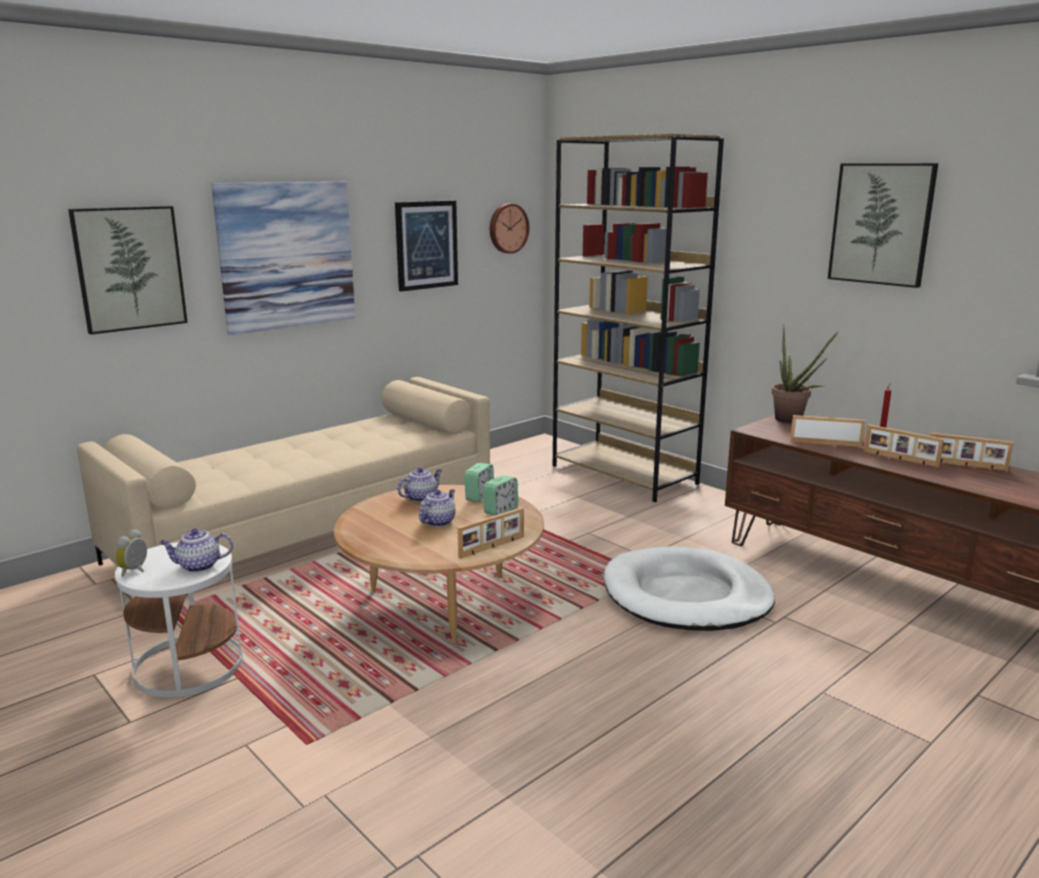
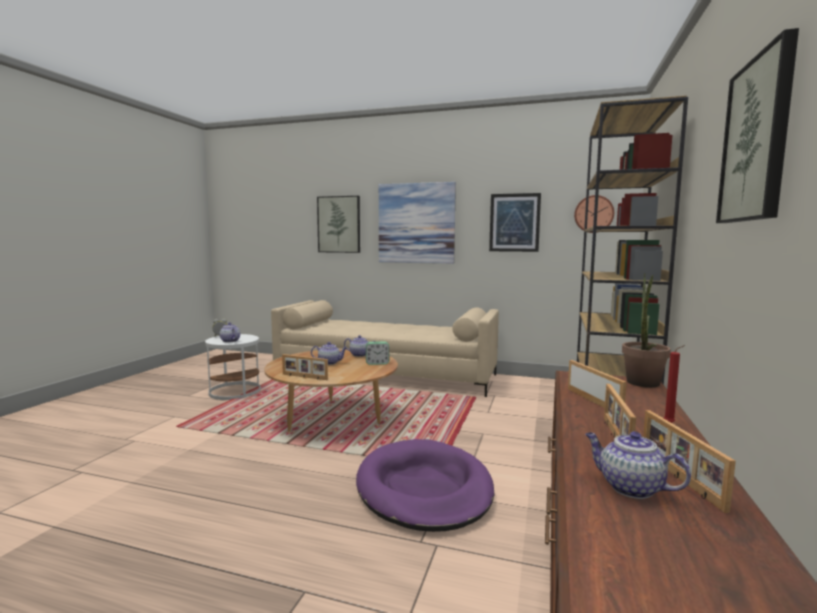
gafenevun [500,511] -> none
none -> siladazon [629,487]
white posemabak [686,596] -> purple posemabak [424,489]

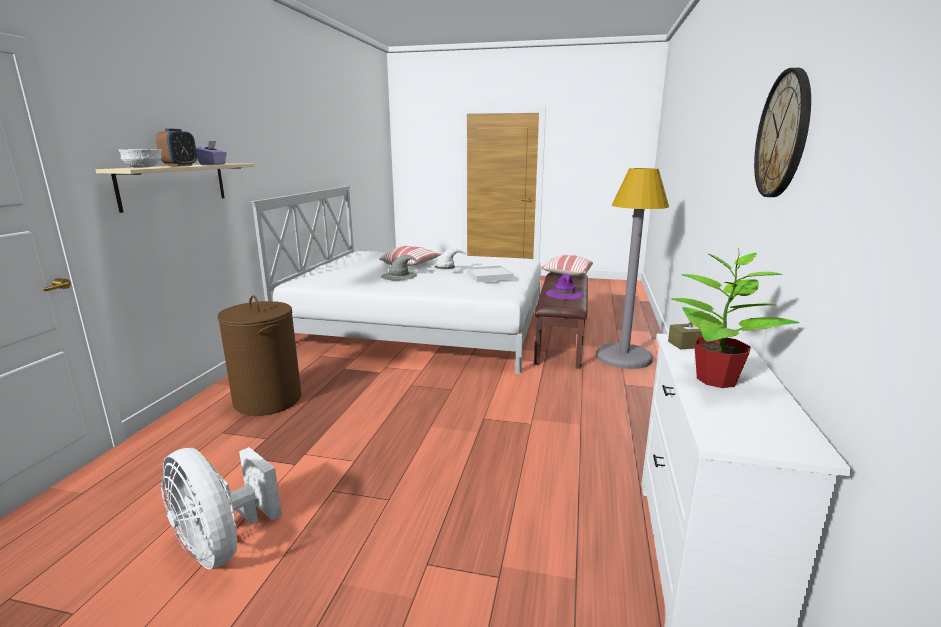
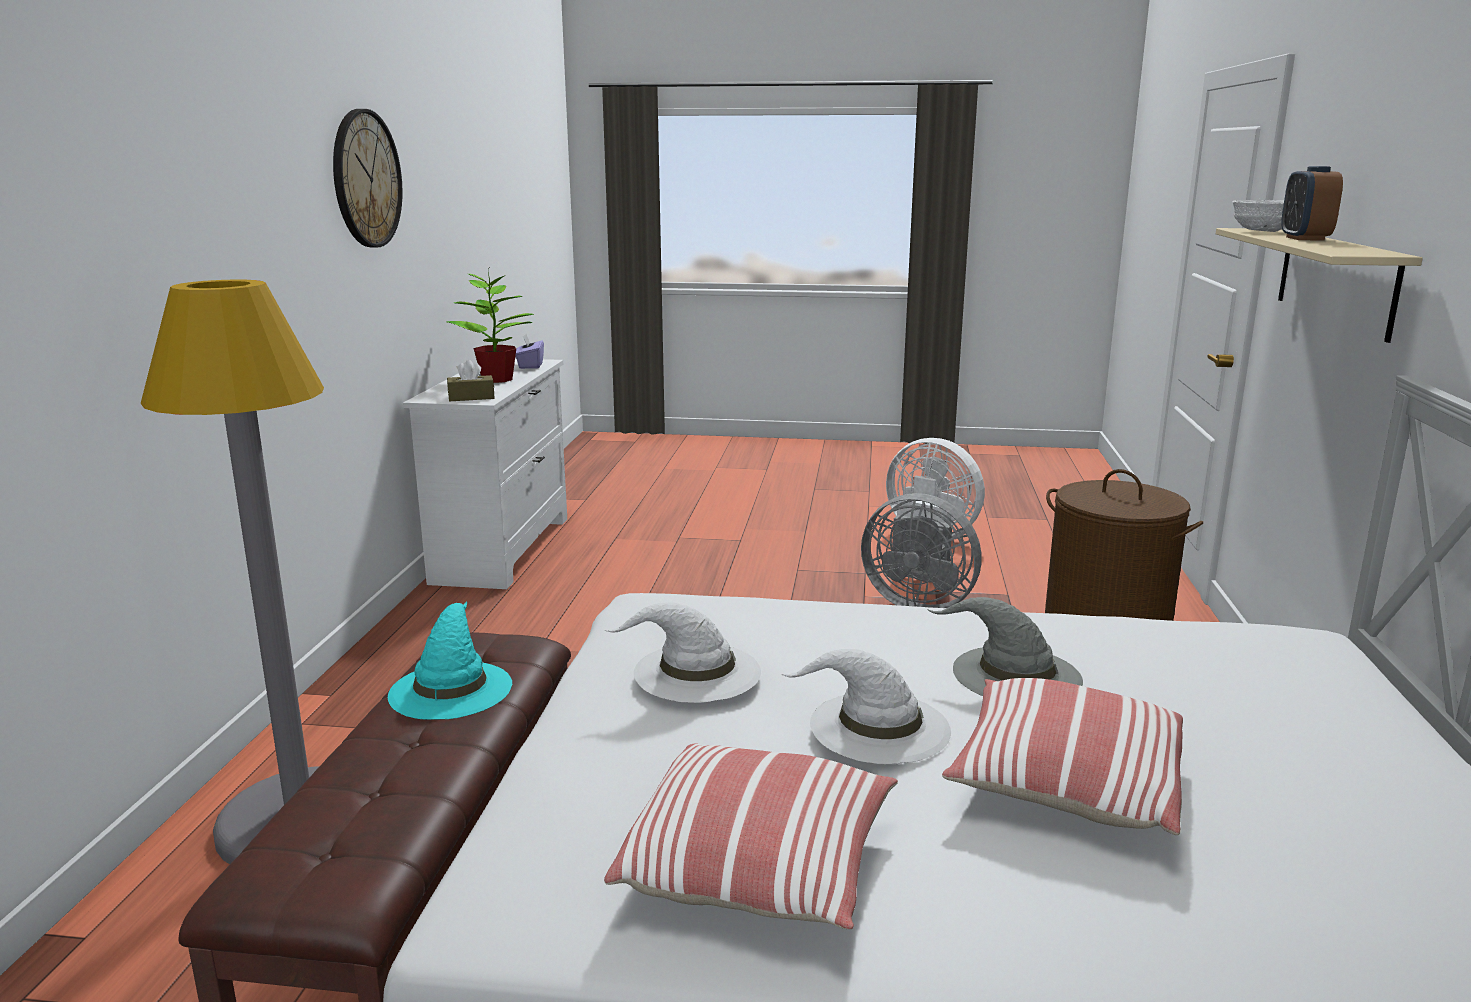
none -> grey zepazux [918,603]
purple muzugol [213,164] -> purple muzugol [530,366], moved
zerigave [566,274] -> zerigave [760,866], moved
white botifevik [489,276] -> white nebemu [695,672]
purple nebemu [564,294] -> turquoise nebemu [450,688]

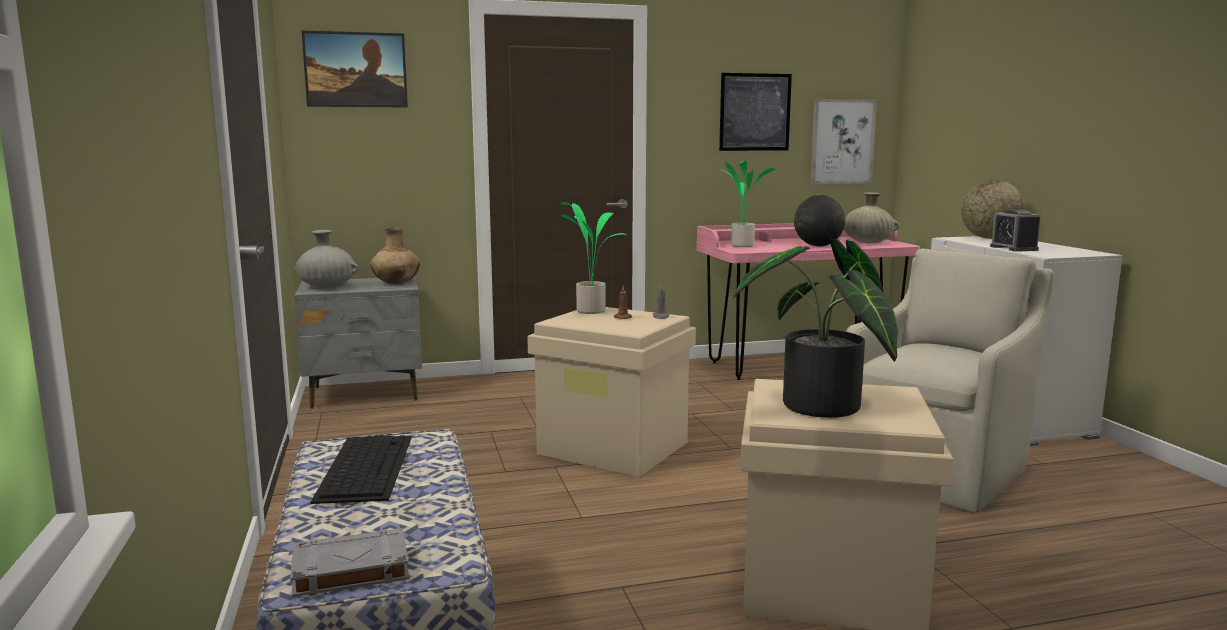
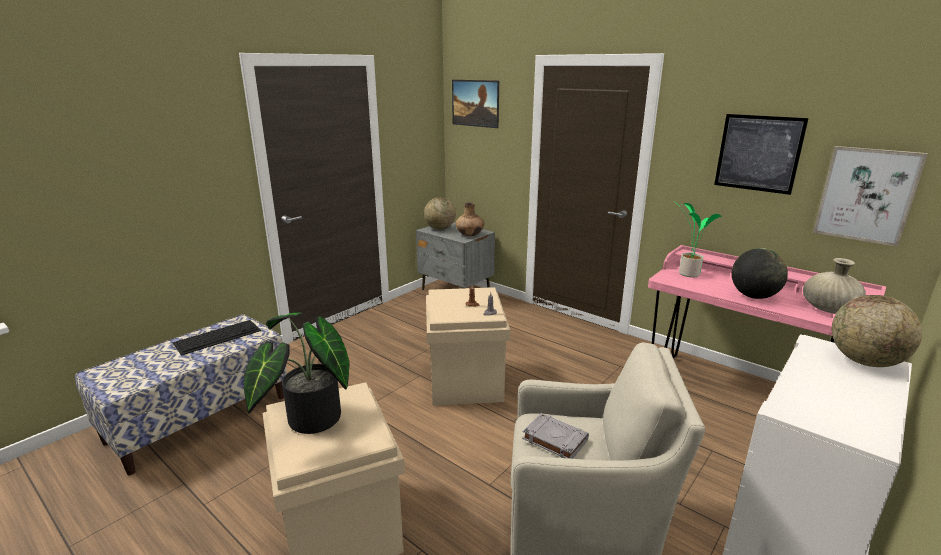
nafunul [590,311] -> none
gafenevun [1013,248] -> none
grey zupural [349,570] -> grey zupural [554,439], moved
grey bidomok [327,287] -> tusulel [440,228]

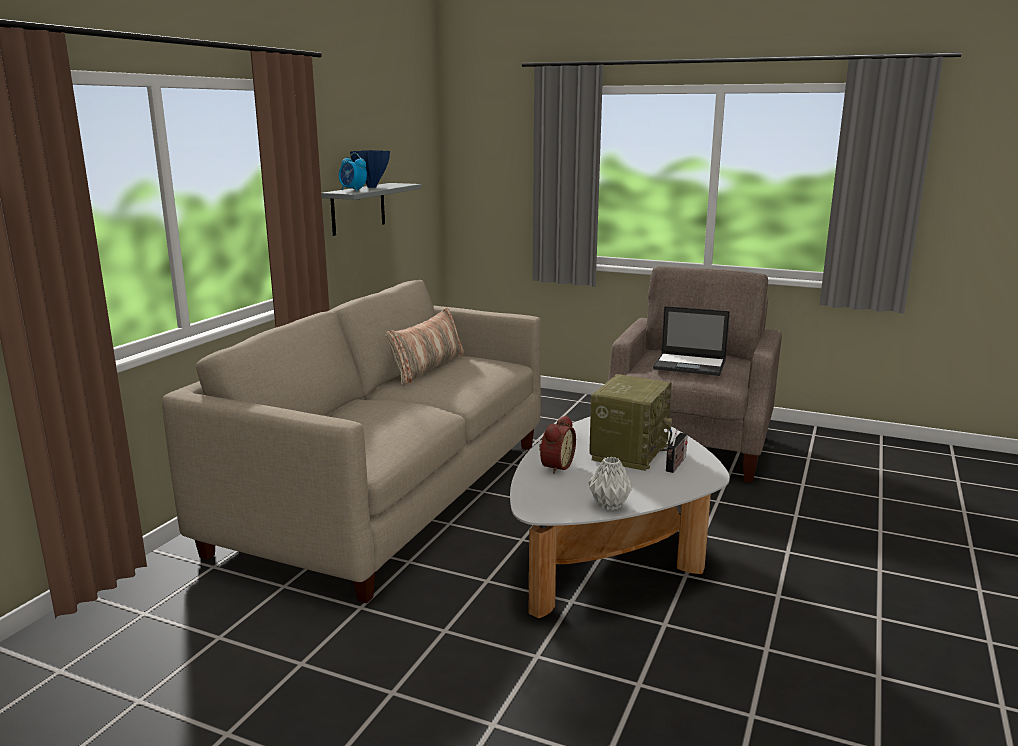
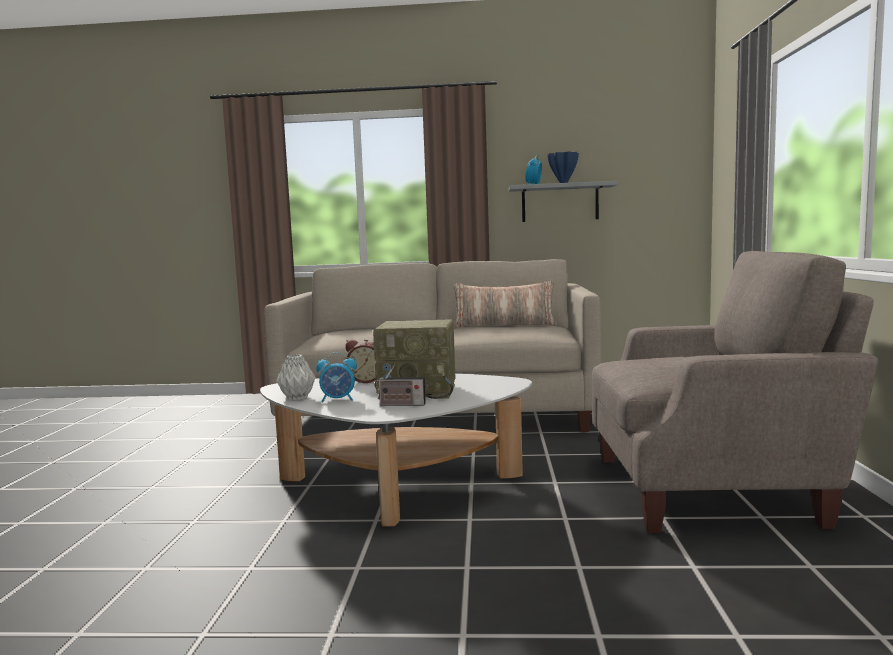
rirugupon [690,365] -> none
none -> gafenevun [338,400]

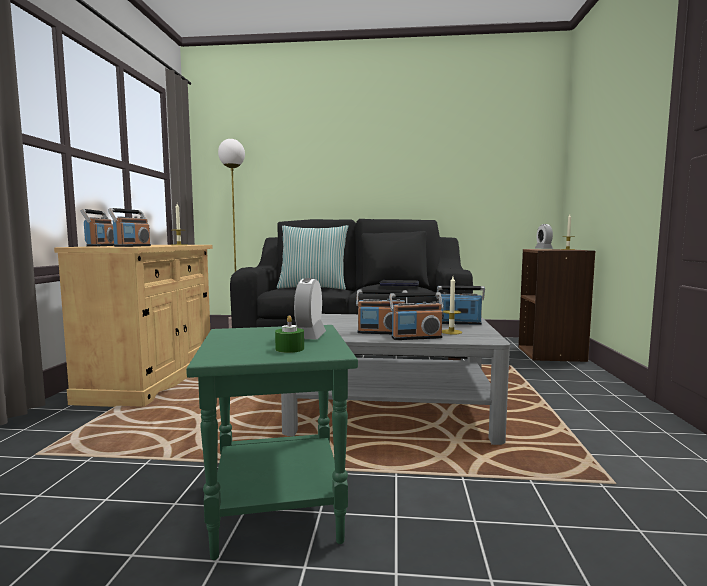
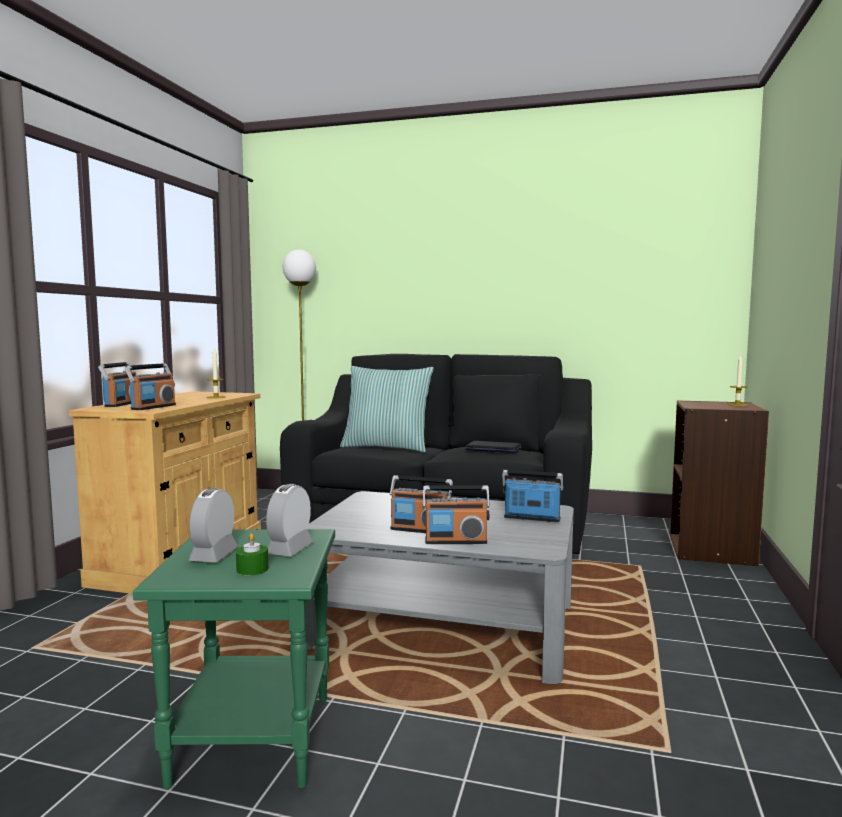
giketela [451,332] -> none
gafenevun [543,249] -> gafenevun [214,555], moved

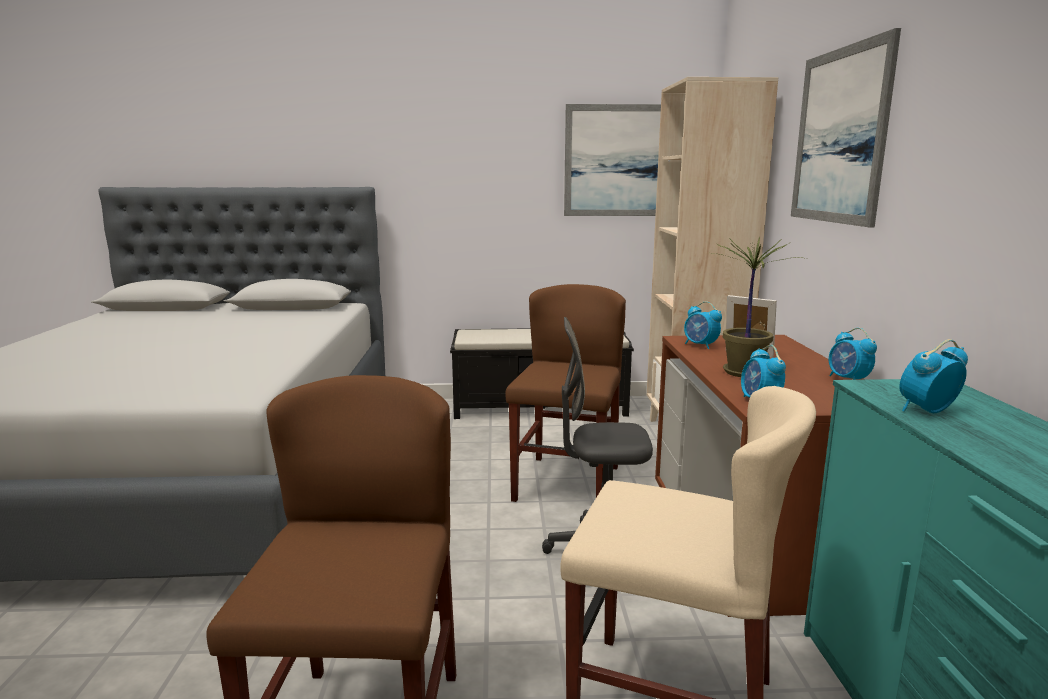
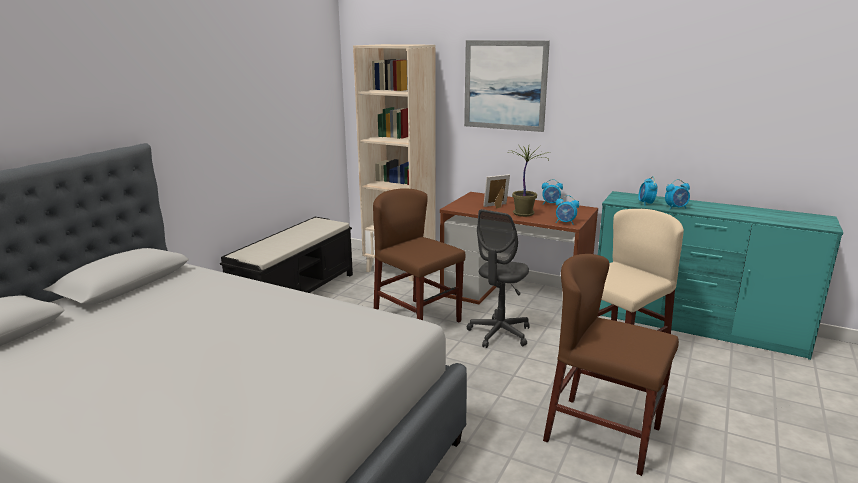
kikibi [618,161] -> none
gafenevun [700,345] -> gafenevun [676,208], moved

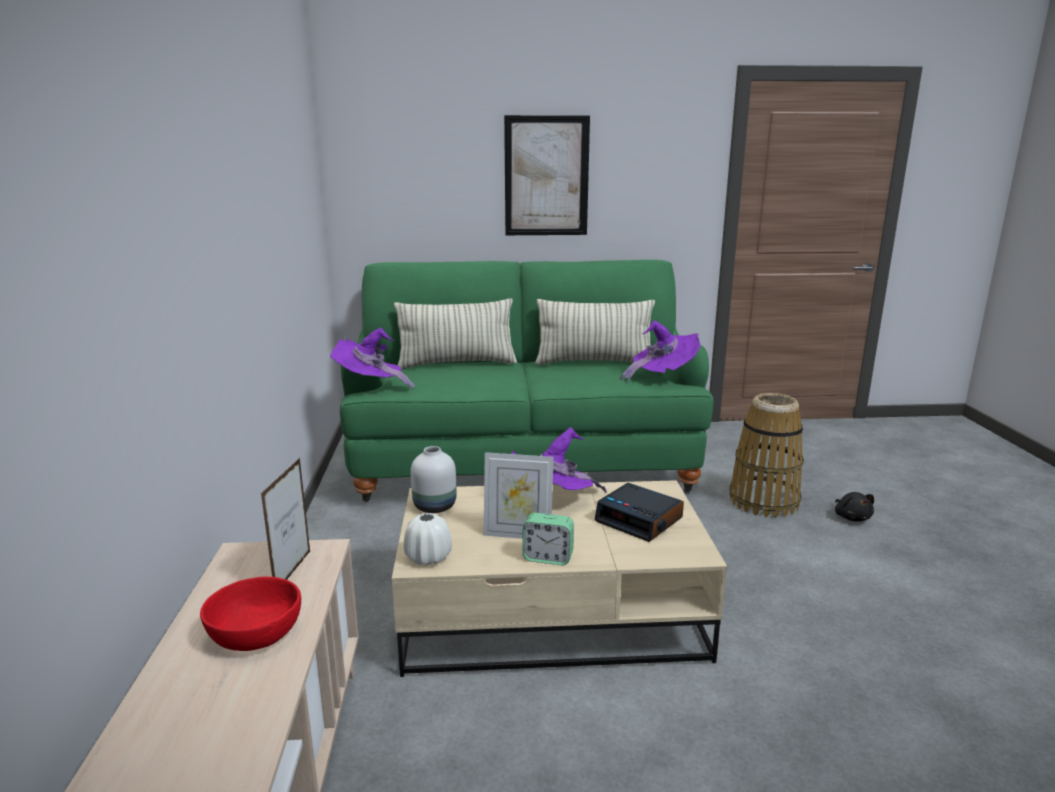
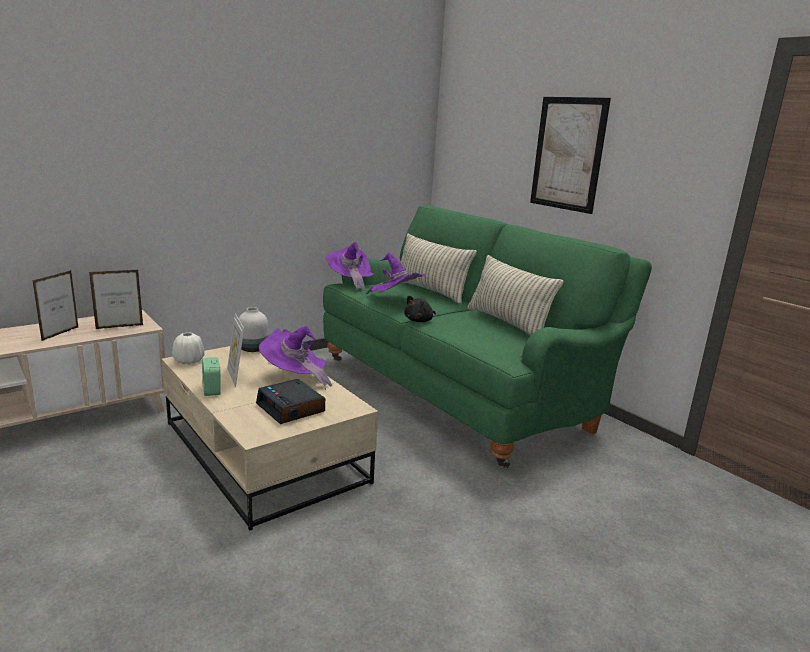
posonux [763,501] -> none
purple nebemu [662,376] -> purple nebemu [395,300], moved
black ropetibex [851,517] -> black ropetibex [419,321], moved
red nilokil [255,633] -> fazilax [60,334]
gafenevun [640,520] -> gafenevun [291,408], 45 degrees counterclockwise

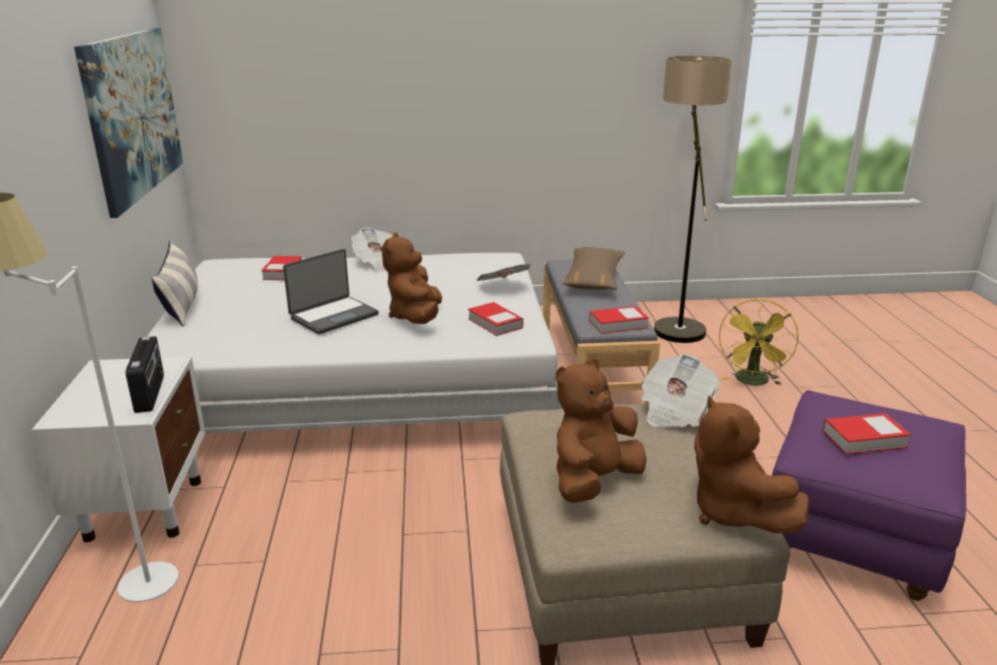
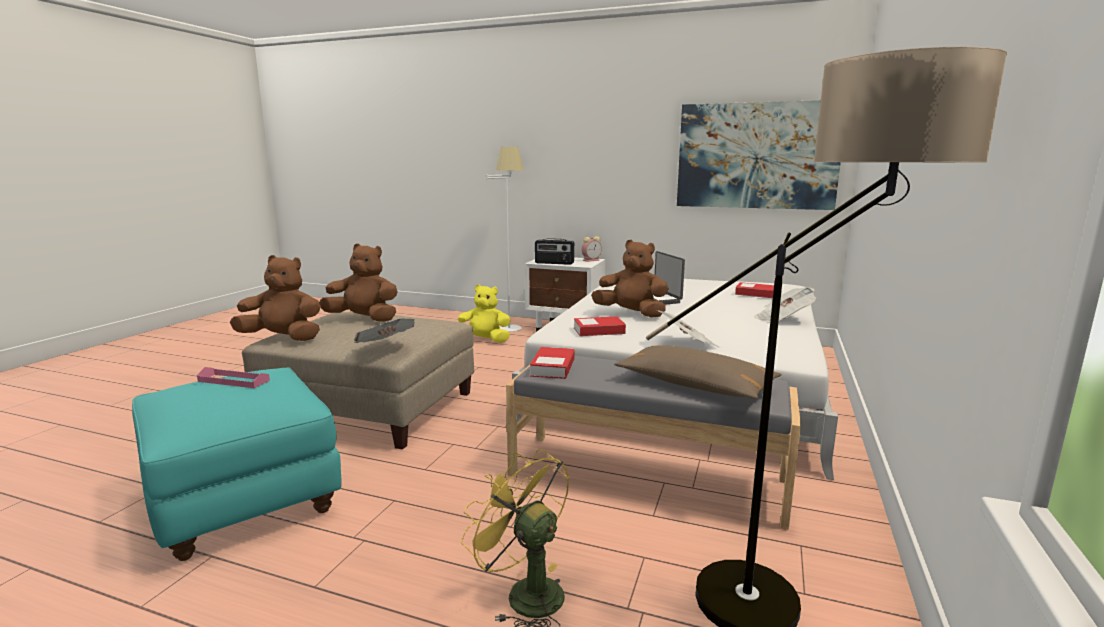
zerigave [181,304] -> none
none -> yellow ropetibex [484,340]
none -> gafenevun [591,260]
zupural [864,439] -> pink botifevik [233,381]
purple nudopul [853,537] -> turquoise nudopul [243,501]
brown ropetibex [593,481] -> brown ropetibex [364,319], 60 degrees counterclockwise

